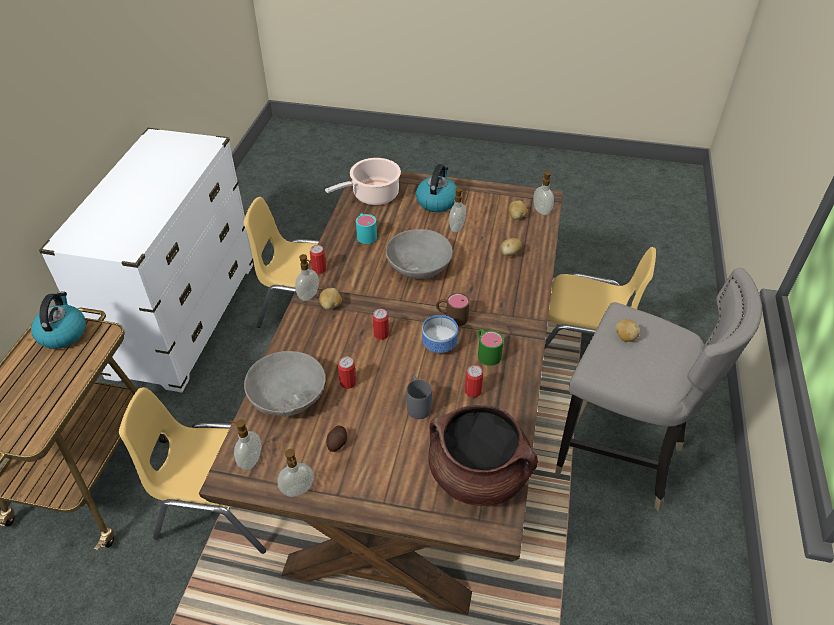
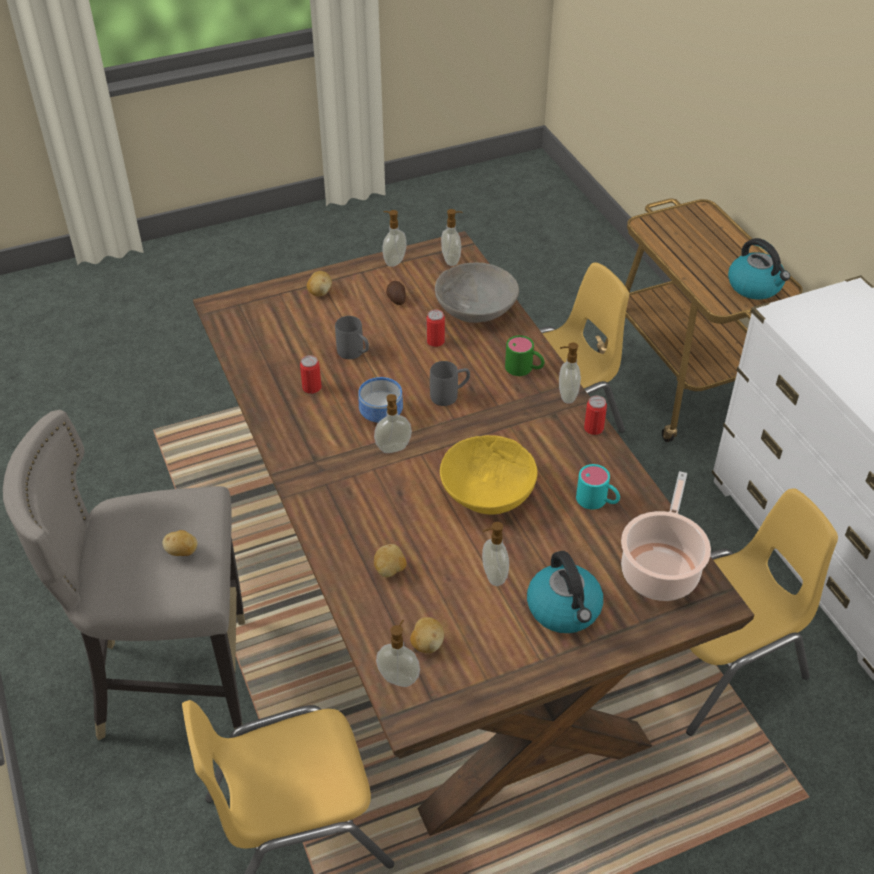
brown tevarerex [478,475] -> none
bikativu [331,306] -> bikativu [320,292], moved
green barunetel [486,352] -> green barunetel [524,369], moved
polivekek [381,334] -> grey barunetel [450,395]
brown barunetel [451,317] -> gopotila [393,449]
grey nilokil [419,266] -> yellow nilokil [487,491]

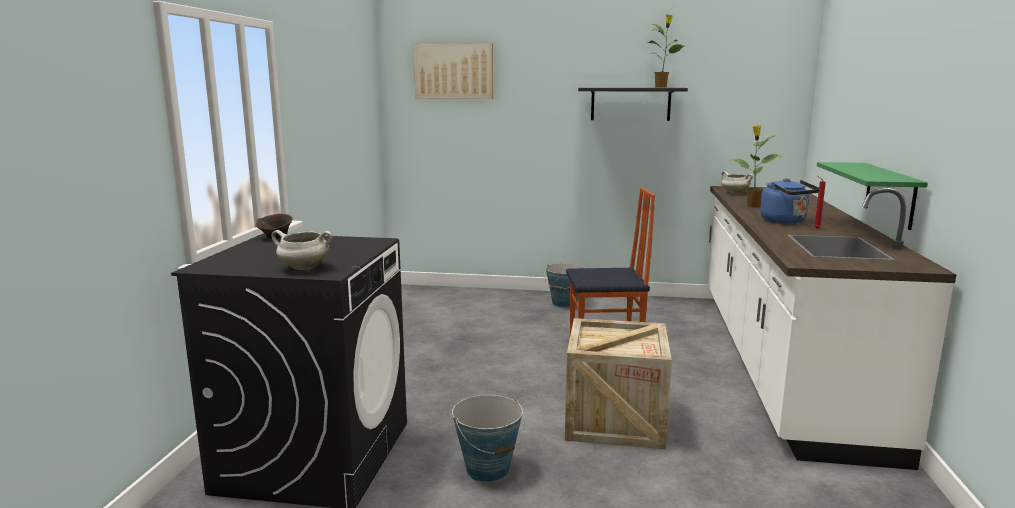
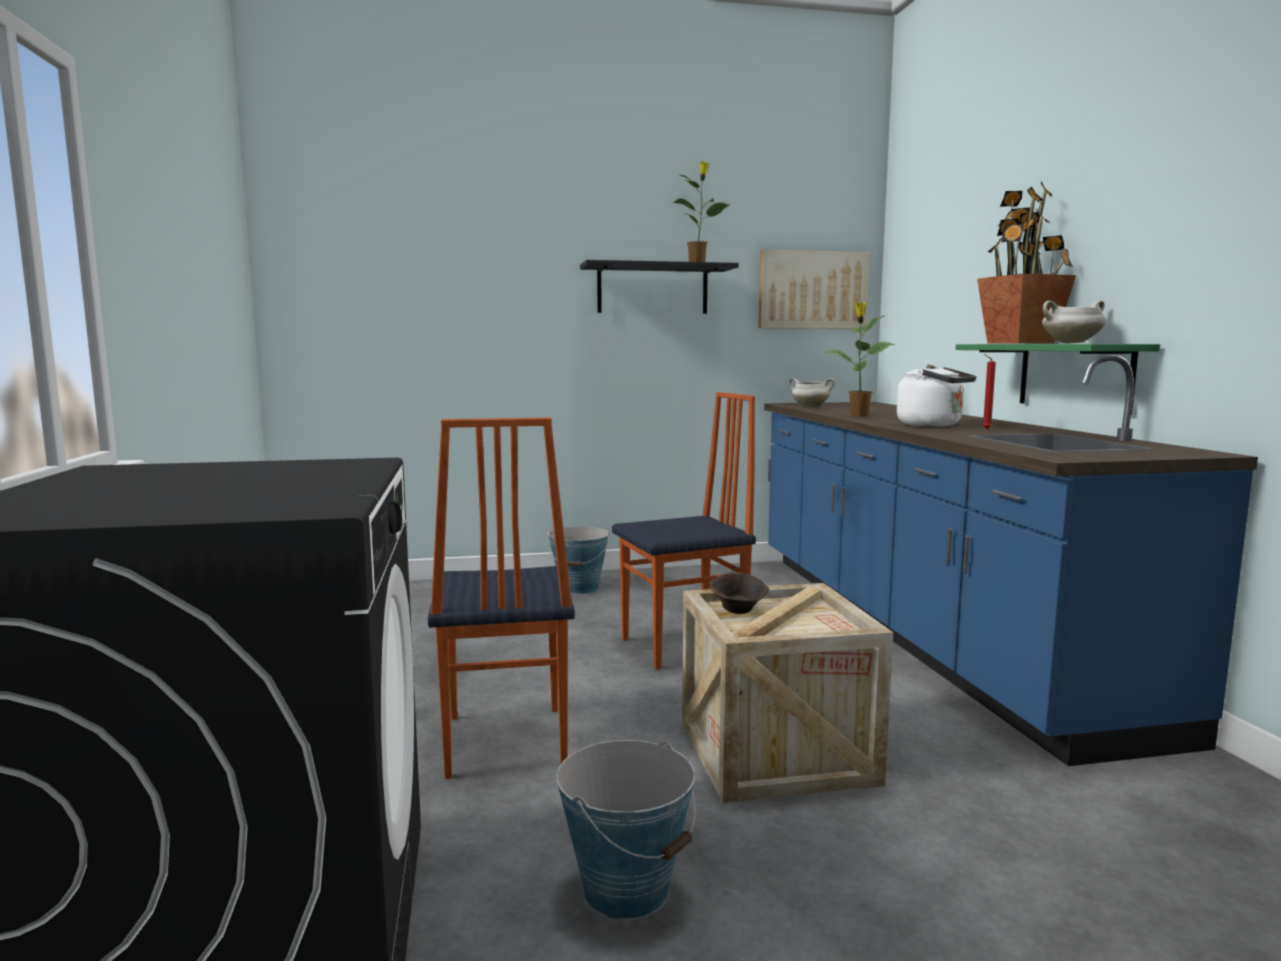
none -> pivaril [503,742]
none -> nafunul [1019,343]
brown nilokil [276,237] -> brown nilokil [739,611], moved
white tevarerex [303,268] -> white tevarerex [1071,343], moved
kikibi [454,71] -> kikibi [812,290], moved
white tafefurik [780,360] -> blue tafefurik [921,628]
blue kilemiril [785,221] -> white kilemiril [933,425]

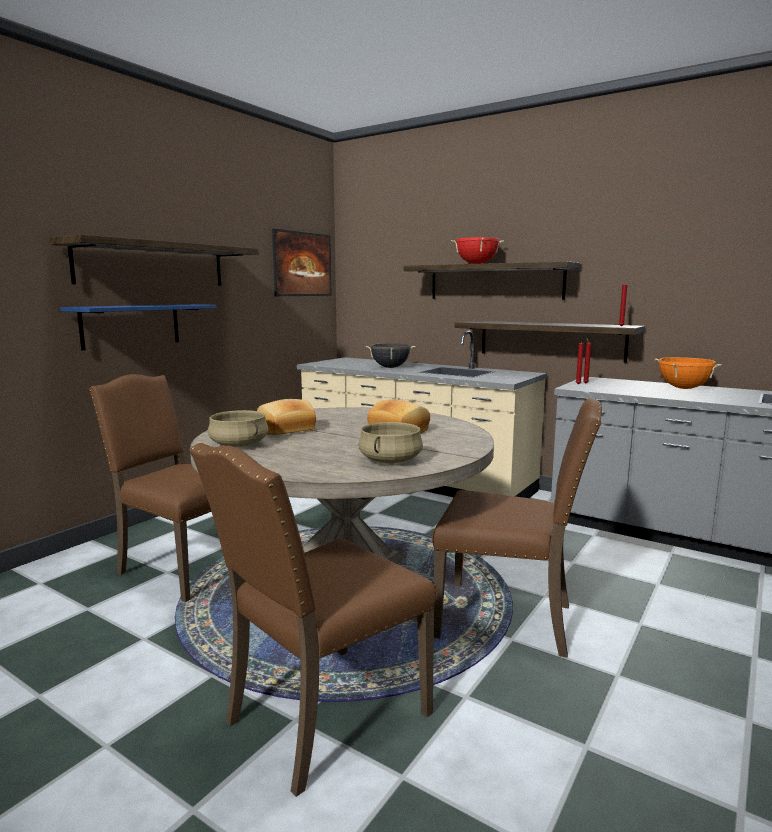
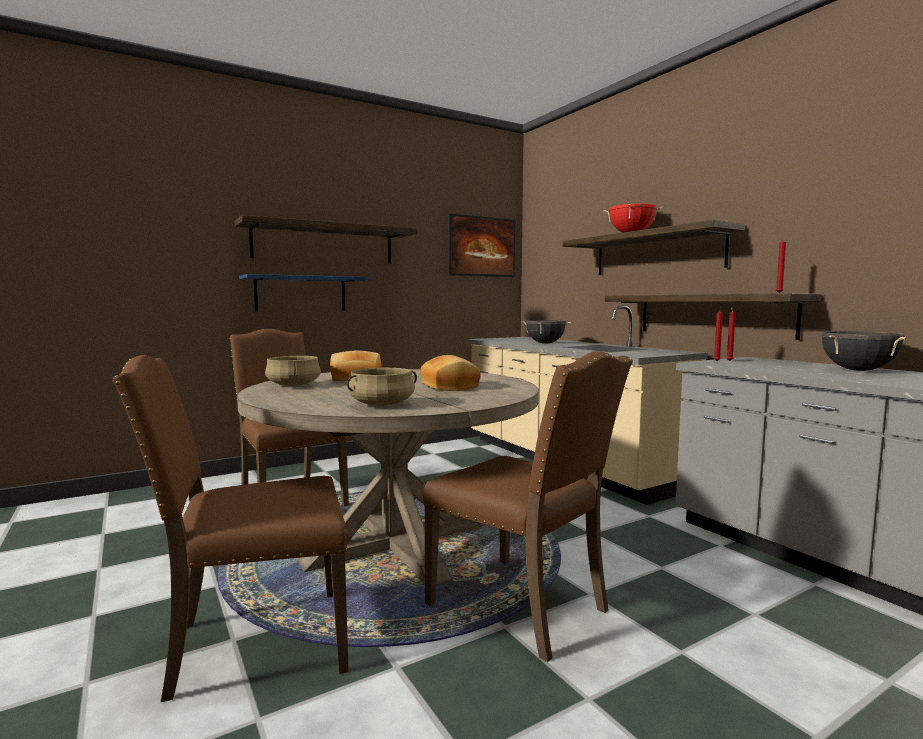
orange tevarerex [683,388] -> black tevarerex [858,370]

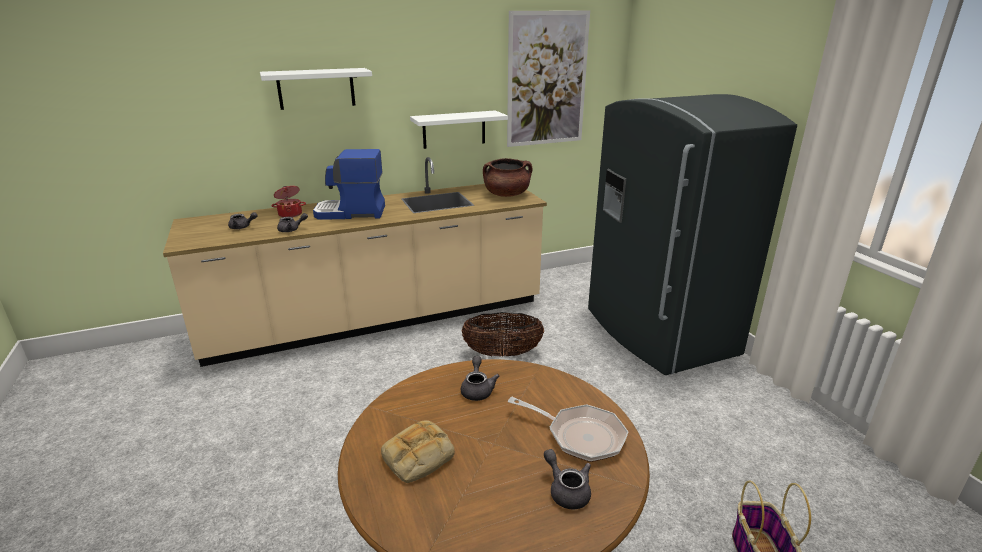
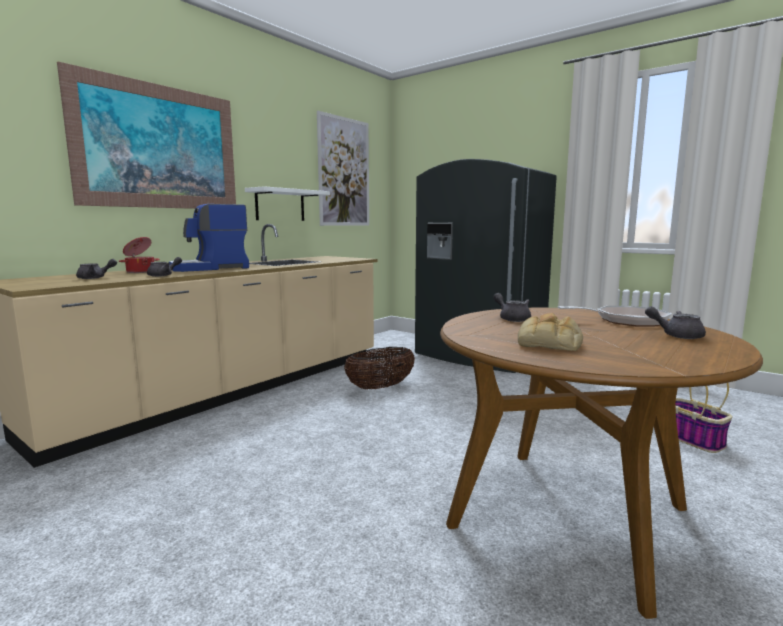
brown tevarerex [507,195] -> none
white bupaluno [316,88] -> kikibi [159,147]

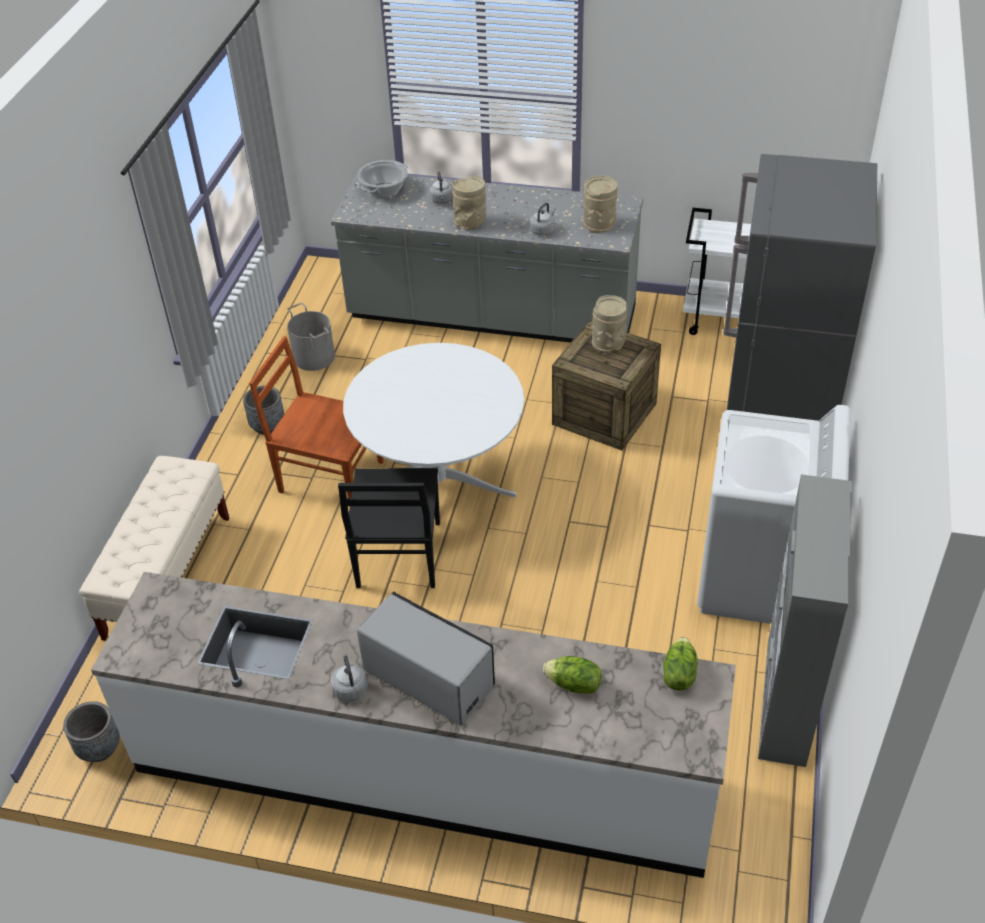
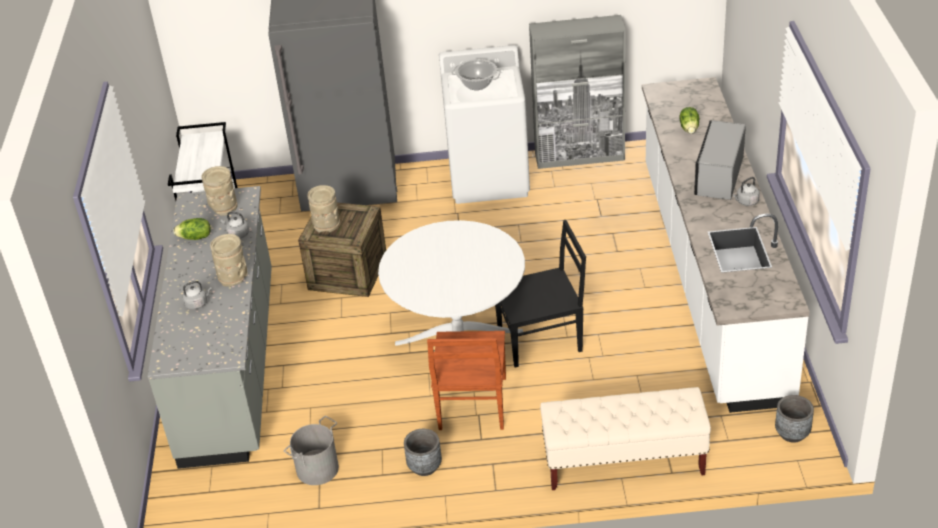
tevarerex [384,191] -> tevarerex [477,84], moved
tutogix [678,674] -> tutogix [195,238], moved

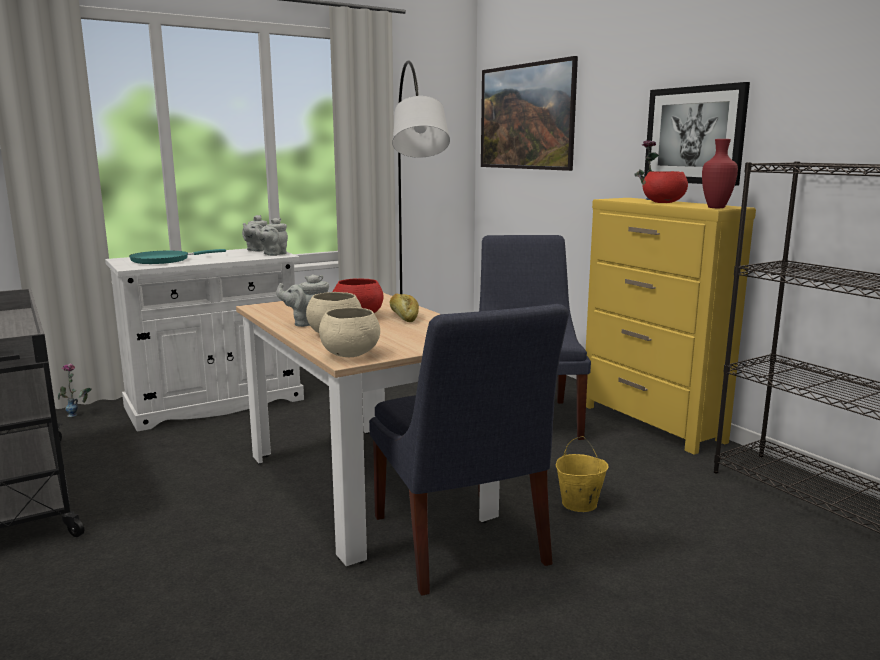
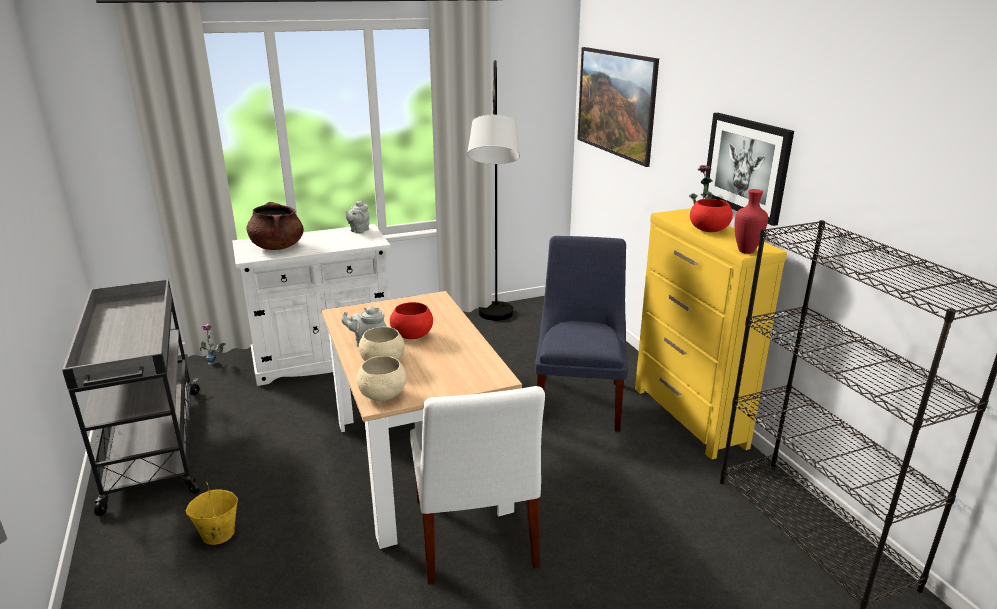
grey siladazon [273,254] -> none
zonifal [404,316] -> none
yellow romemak [579,504] -> yellow romemak [218,534], moved
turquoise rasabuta [164,260] -> brown tevarerex [277,247]
blue pivaril [460,544] -> white pivaril [474,537]

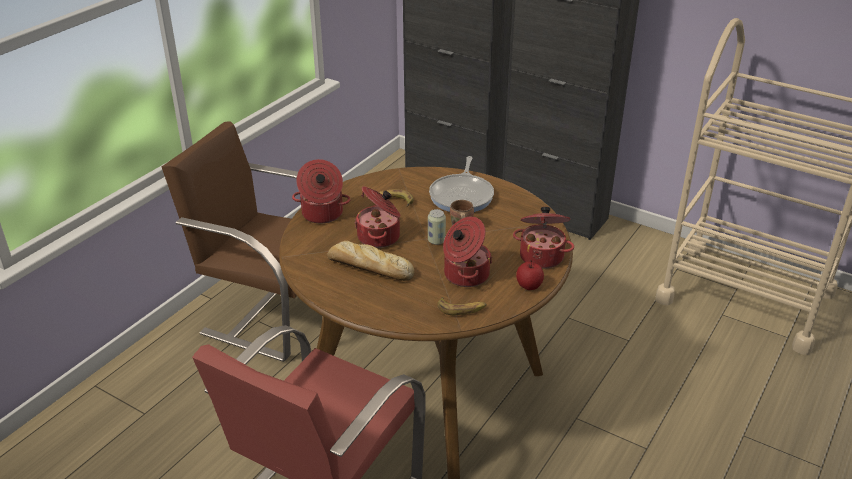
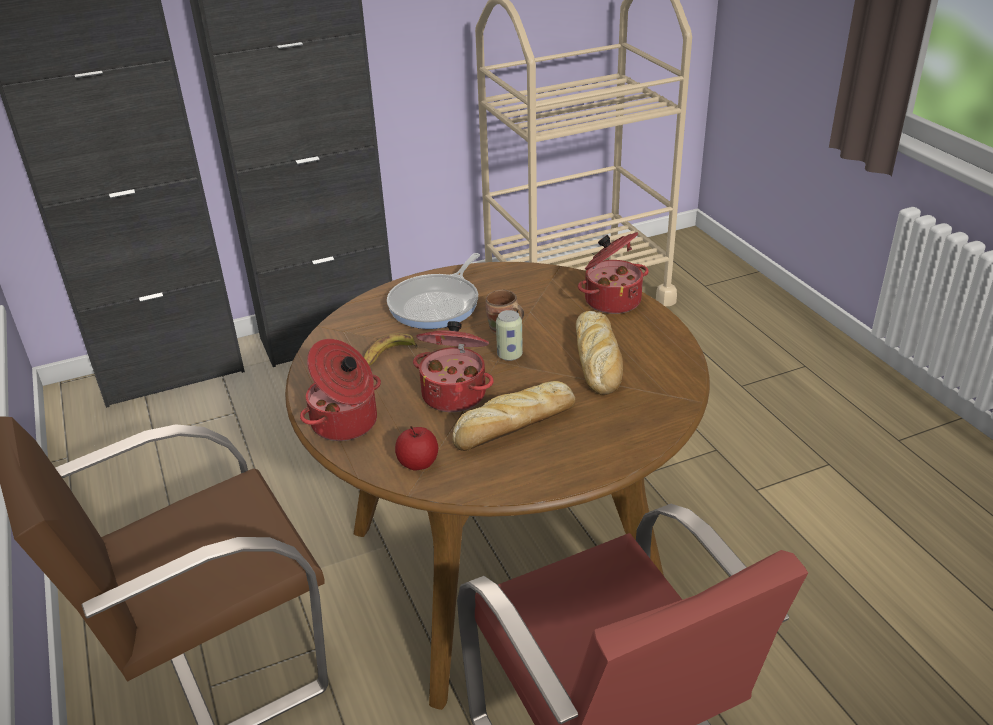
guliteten [462,309] -> none
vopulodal [529,285] -> vopulodal [418,463], moved
tevarerex [465,275] -> zonifal [598,360]
rasabuta [462,195] -> rasabuta [437,304], 75 degrees clockwise

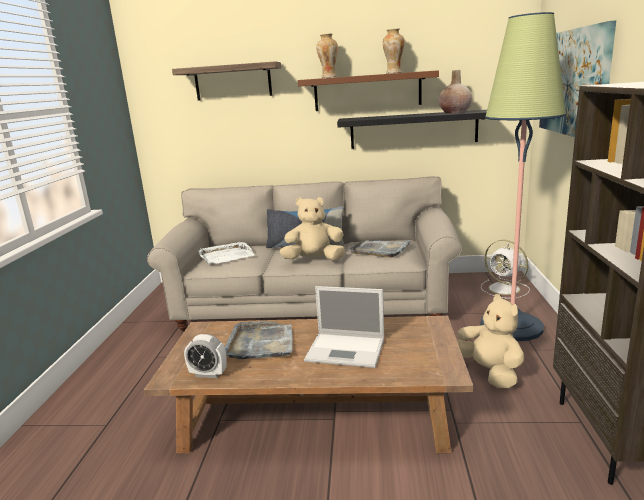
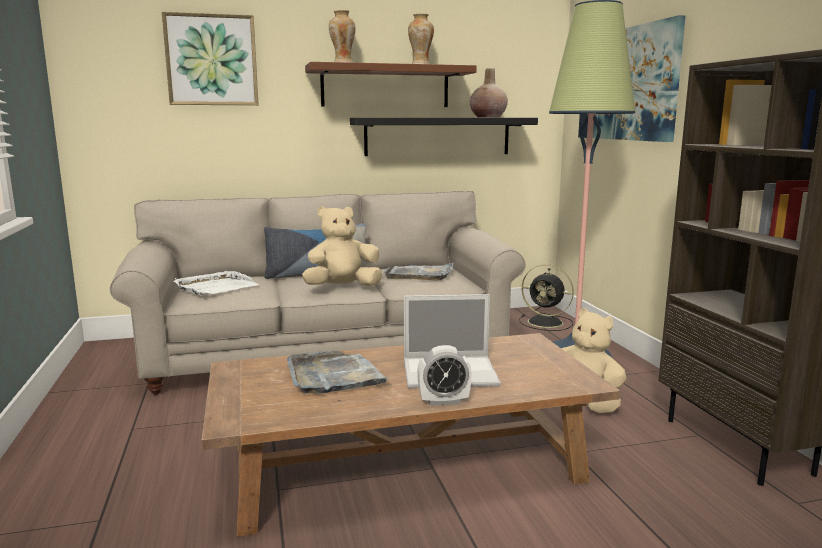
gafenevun [208,374] -> gafenevun [443,401], moved
bupaluno [233,82] -> kikibi [211,60]
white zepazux [505,289] -> black zepazux [547,322]

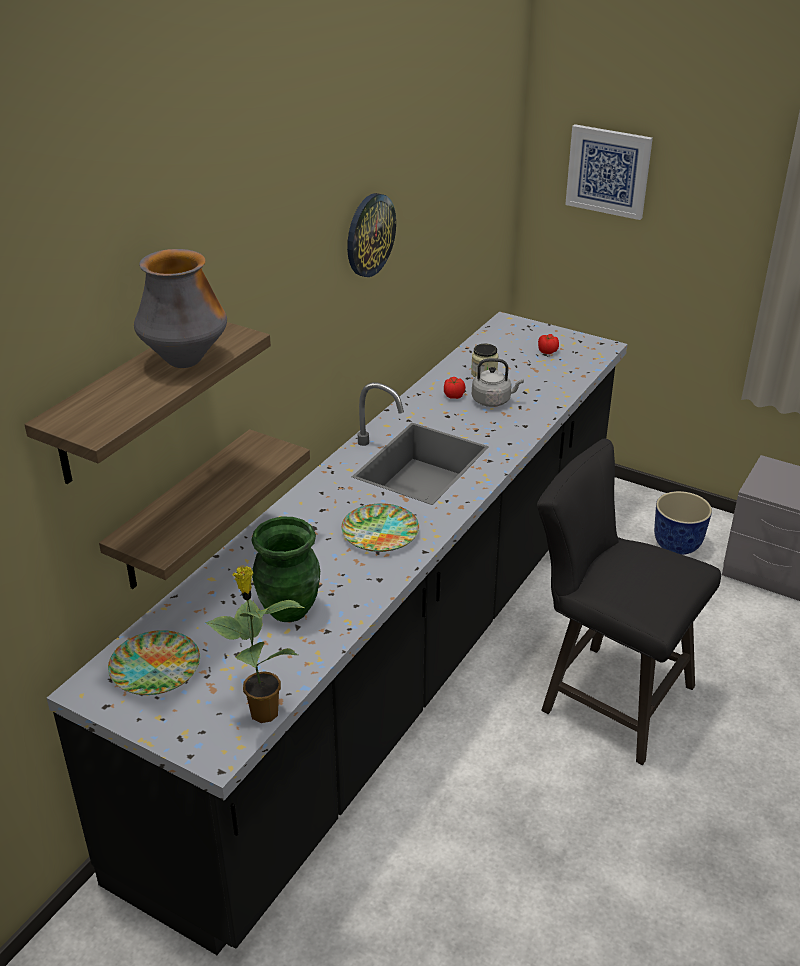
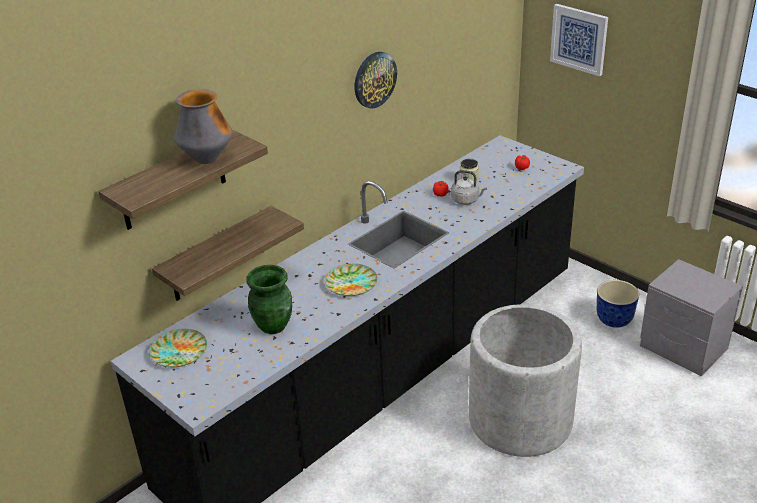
nafunul [262,711] -> none
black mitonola [606,696] -> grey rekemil [520,419]

